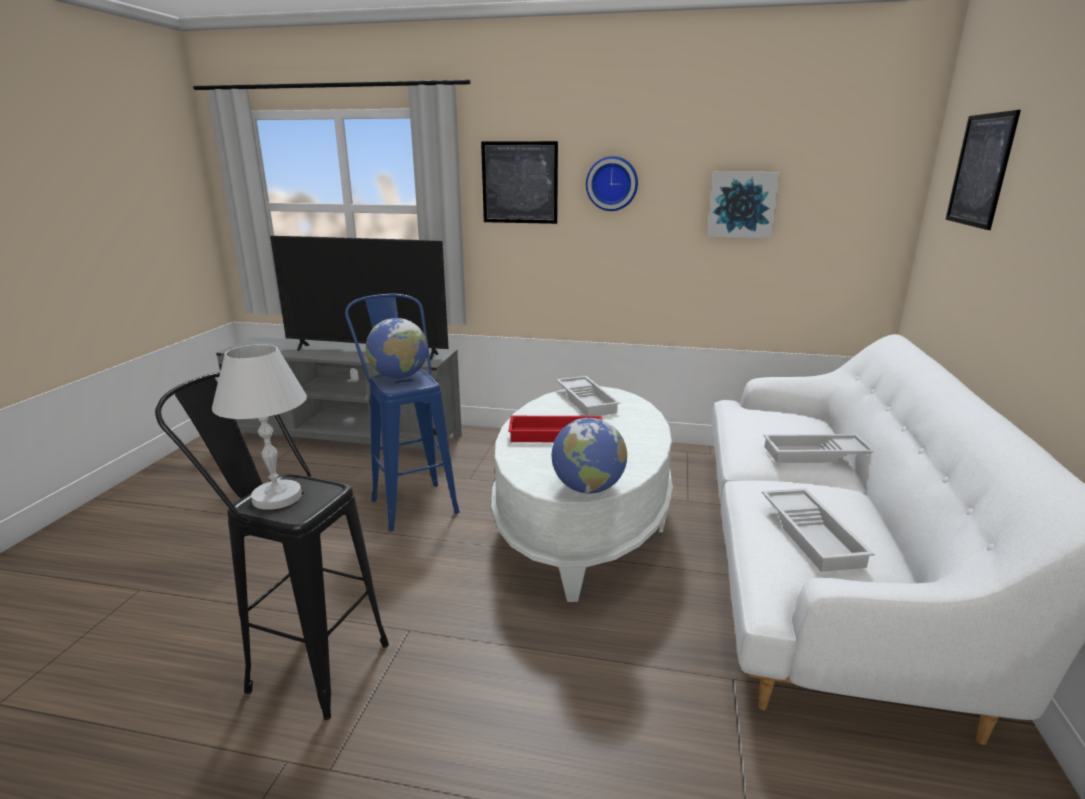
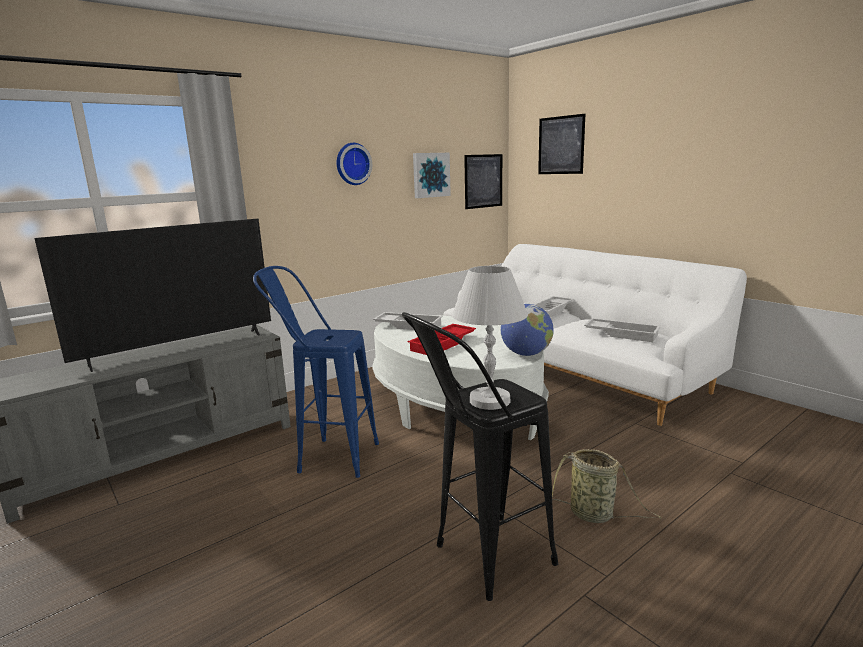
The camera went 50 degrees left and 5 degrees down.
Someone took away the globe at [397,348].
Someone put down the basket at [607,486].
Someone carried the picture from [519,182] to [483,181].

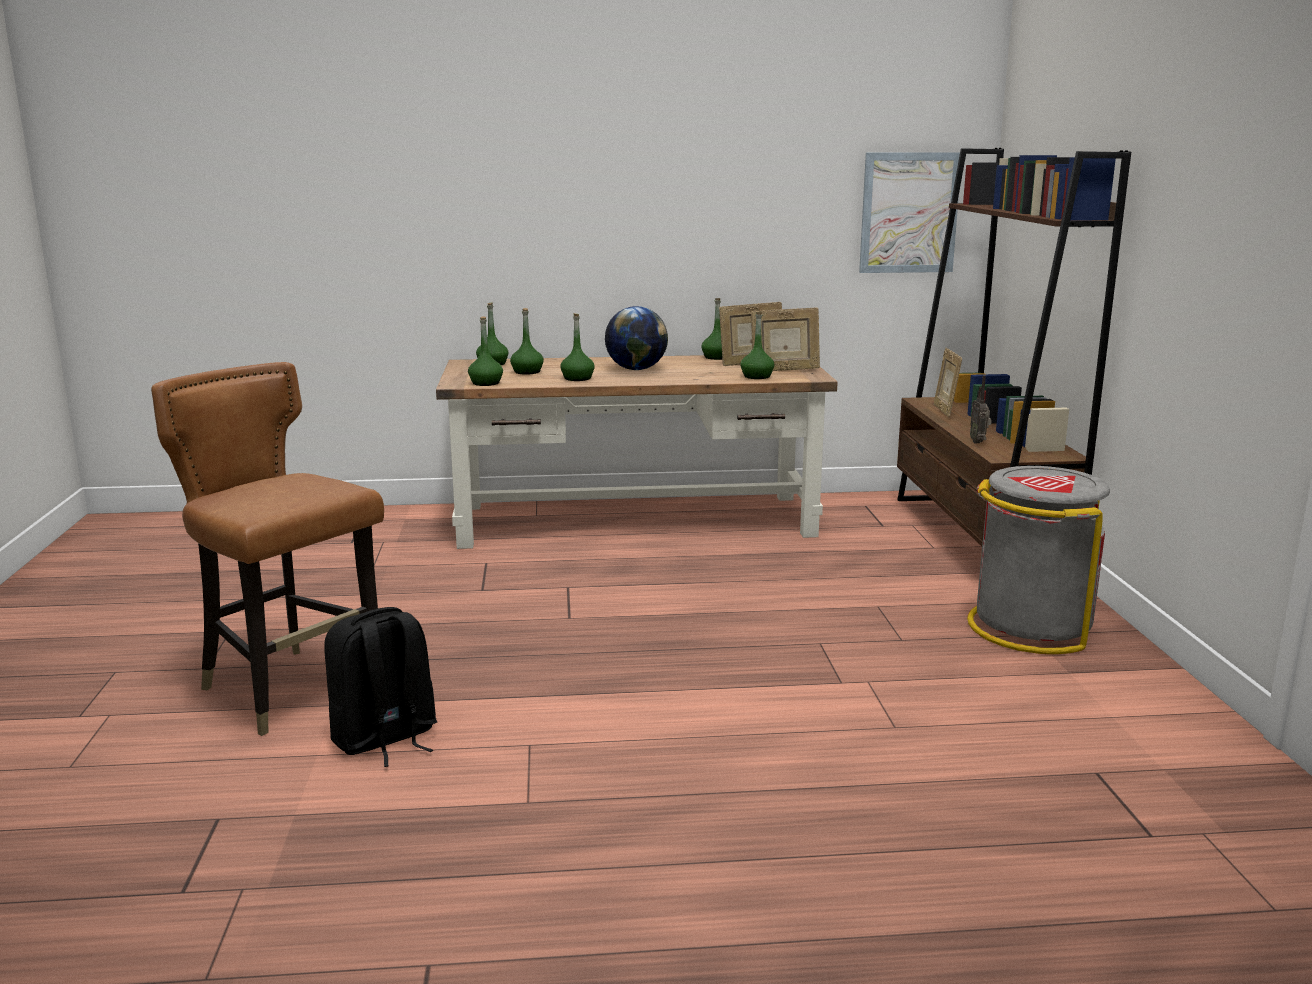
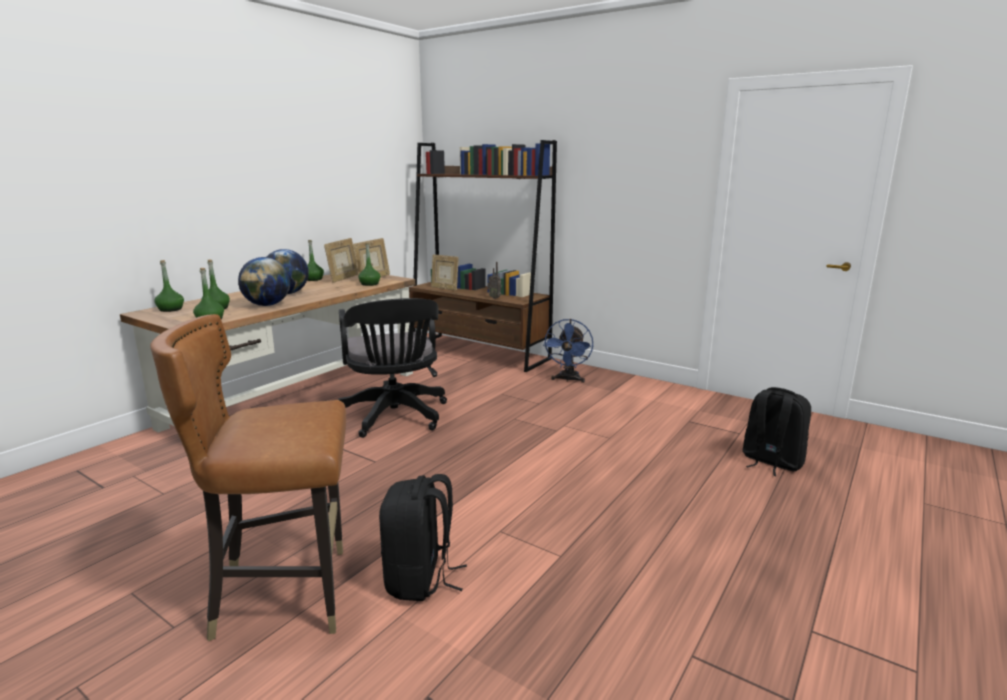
The camera went 50 degrees left and 0 degrees up.
Someone took away the picture at [909,212].
Someone put down the black office chair at [392,368].
Someone put down the black backpack at [776,431].
Someone swapped the green bottle at [577,347] for the globe at [264,281].
Someone swapped the grey trash can at [1038,560] for the blue fan at [568,351].

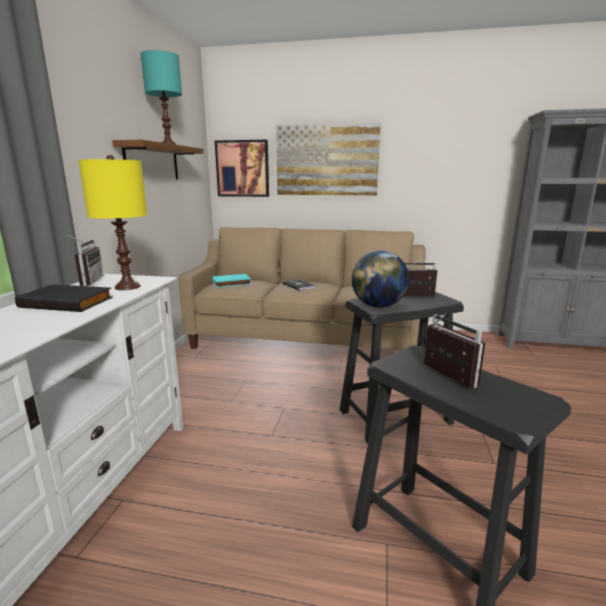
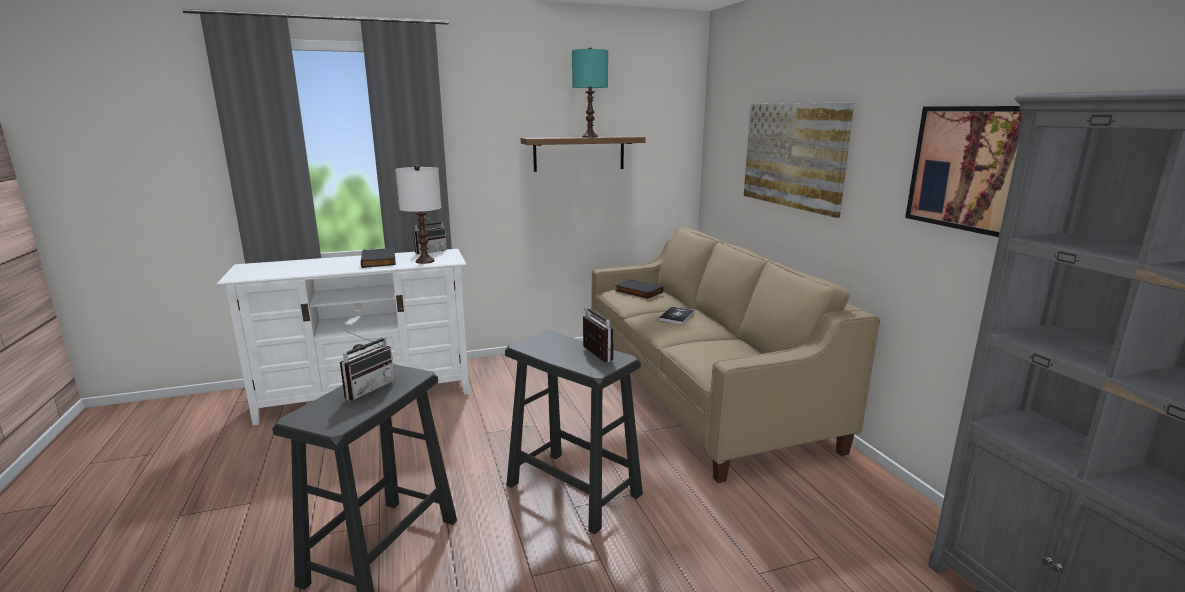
The camera went 60 degrees right and 0 degrees up.
Someone took away the globe at [380,279].
Someone carried the picture from [242,168] to [964,171].
Someone repainted the yellow table lamp at [112,222], which became the white table lamp at [418,214].
Someone repainted the turquoise book at [232,280], which became the black book at [639,289].

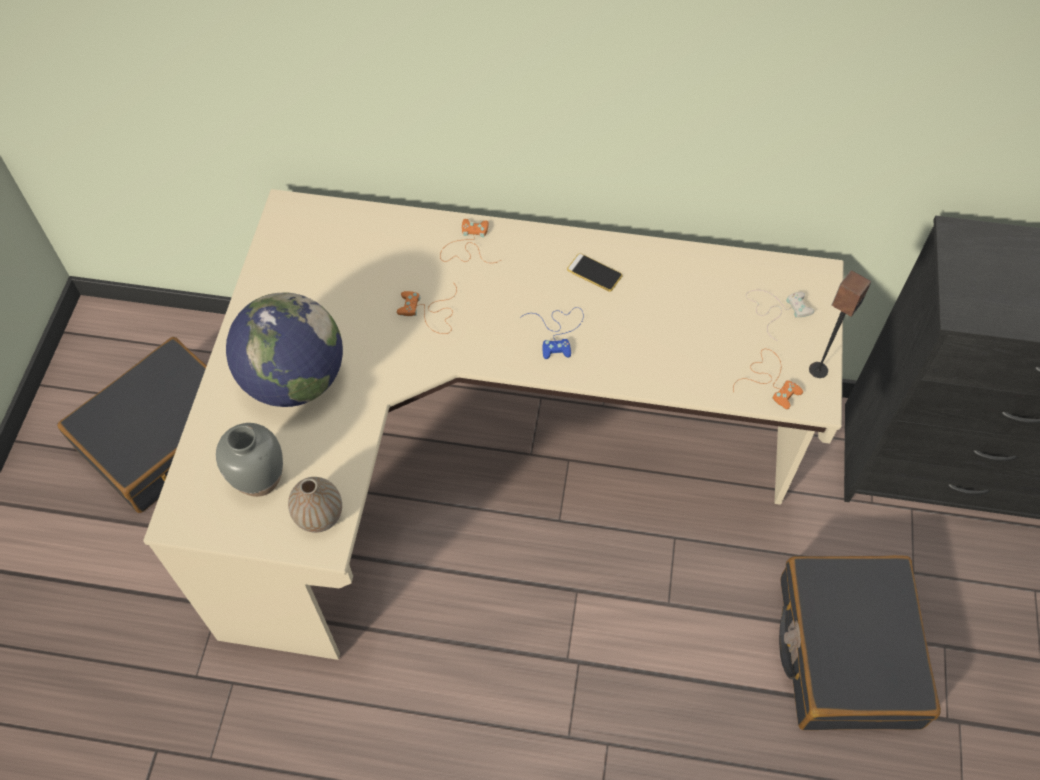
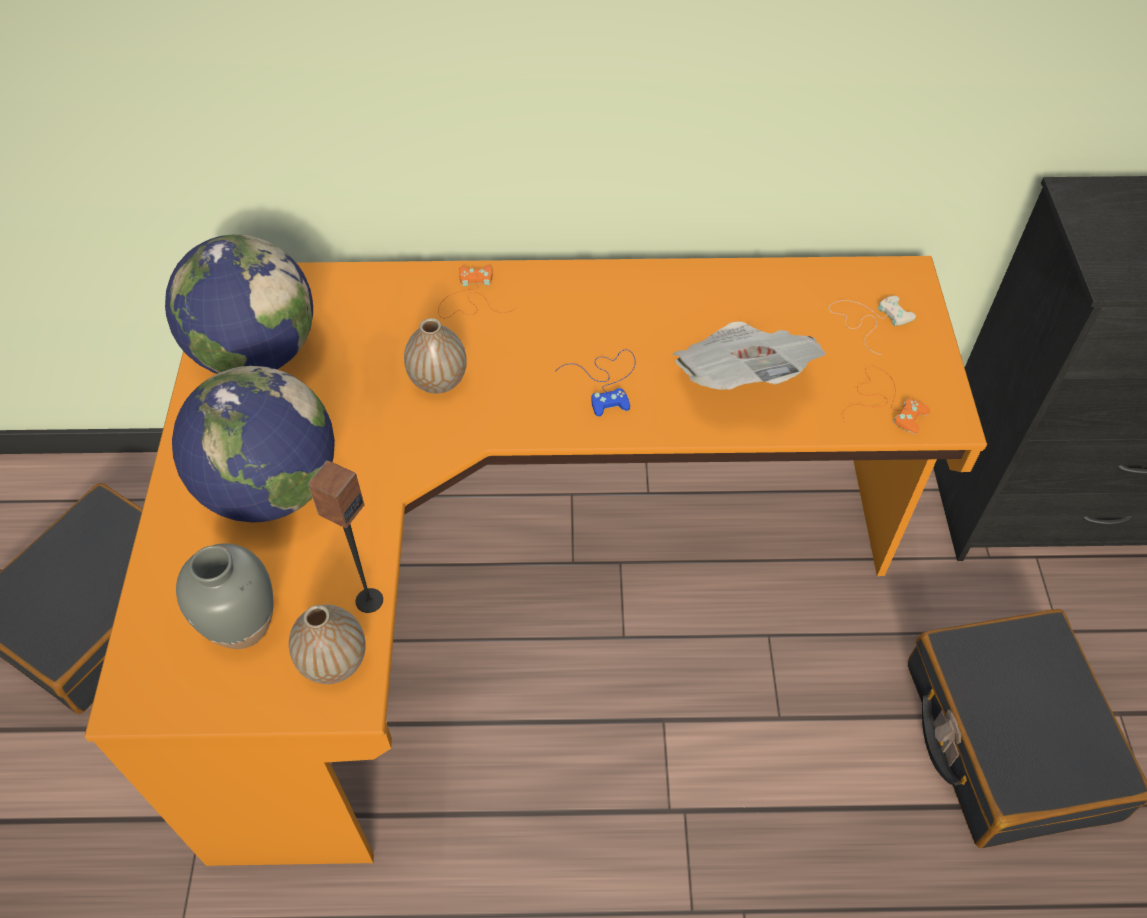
The camera went 10 degrees left and 5 degrees down.
Someone took away the phone at [594,272].
Someone put down the globe at [239,304].
Someone put down the newspaper at [749,355].
Someone carried the speaker from [840,324] to [345,536].
Someone swapped the orange game controller at [427,308] for the vase at [435,356].
Someone repainted the beige desk at [493,424], which became the orange desk at [535,561].

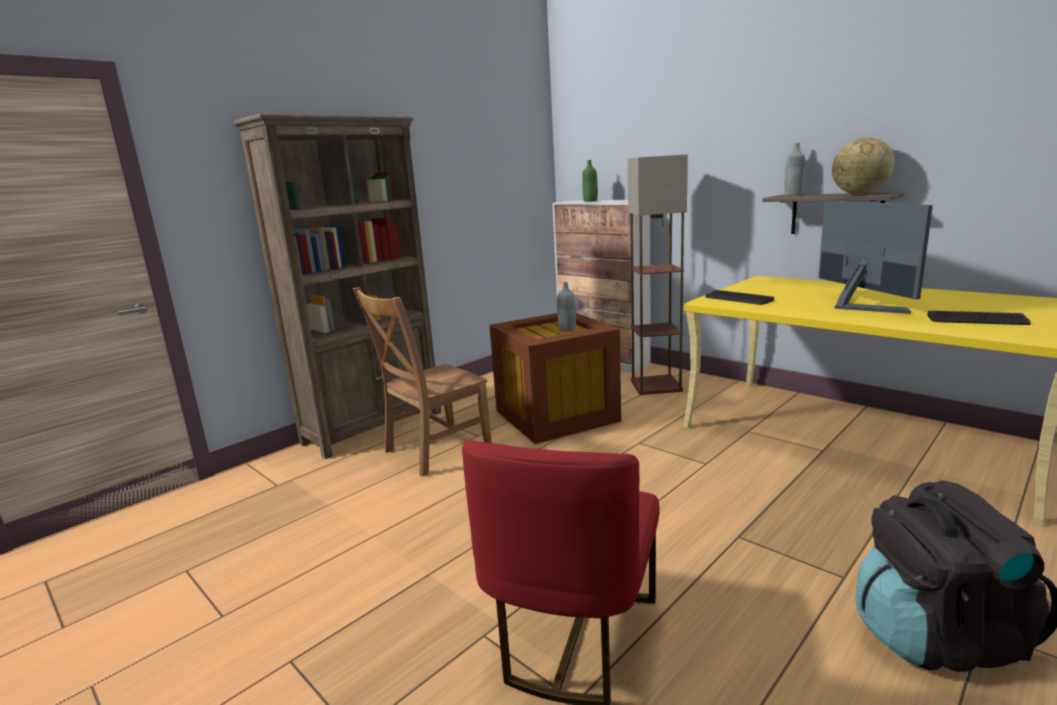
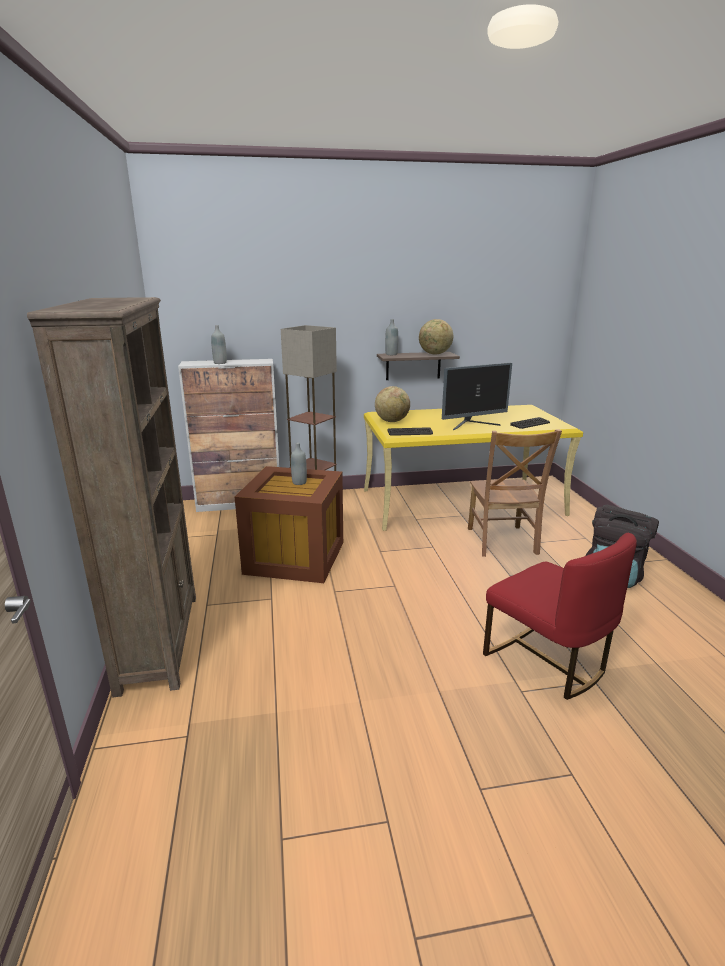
The camera went 55 degrees left and 5 degrees up.
Someone put down the globe at [392,404].
Someone carried the brown chair from [422,381] to [515,493].
Someone repainted the green bottle at [590,181], which became the grey bottle at [219,344].
Someone rotated the monitor at [875,257] by 135 degrees clockwise.

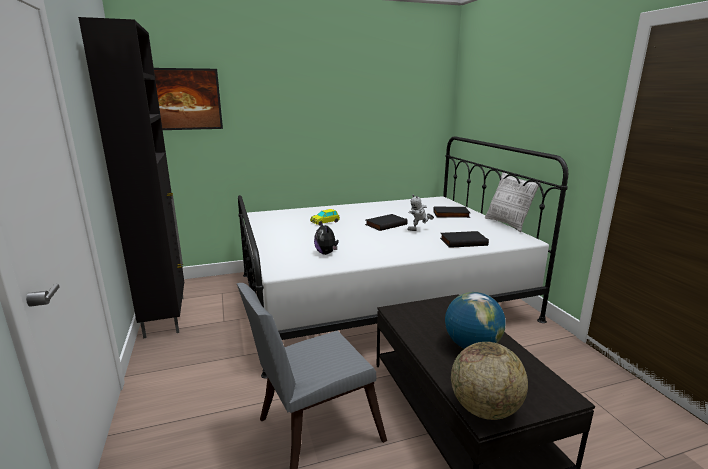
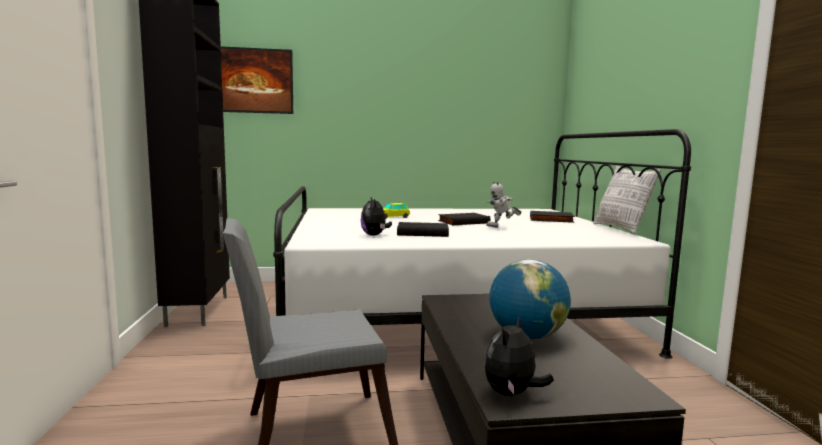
The camera went 10 degrees right and 10 degrees down.
Someone carried the black book from [464,239] to [423,229].
Someone swapped the globe at [489,381] for the plush toy at [519,355].

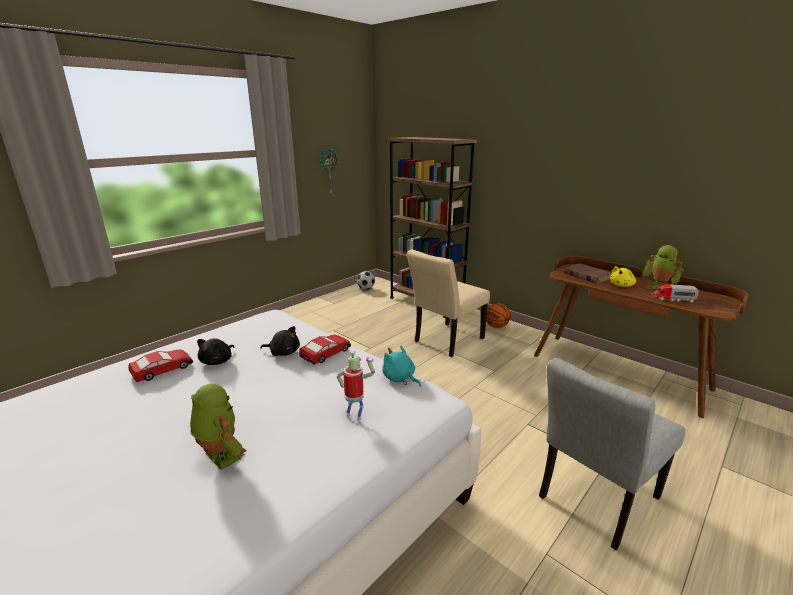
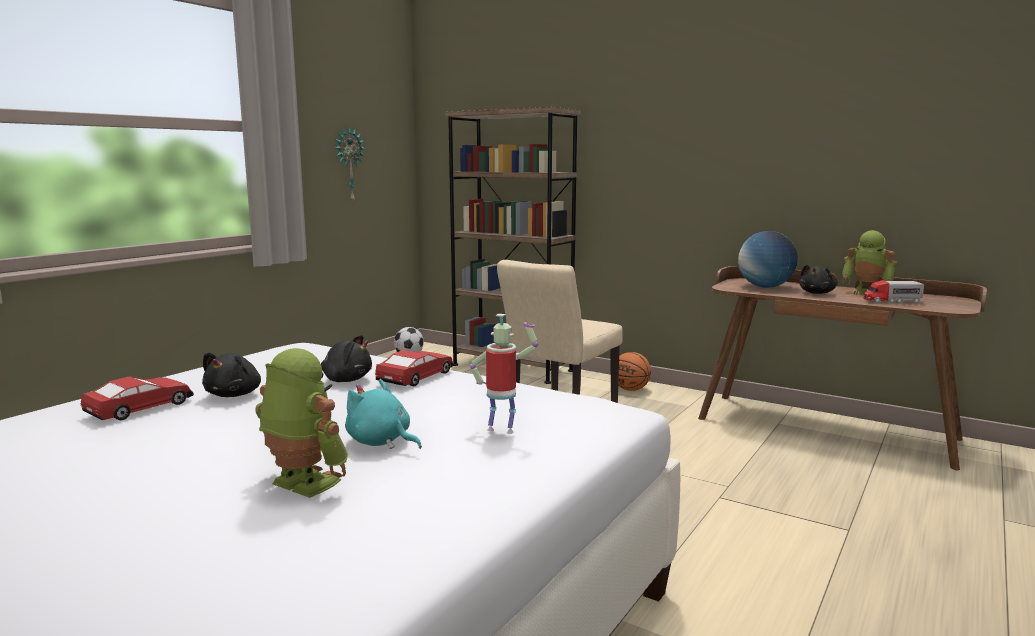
The camera went 10 degrees left and 10 degrees down.
Someone took away the grey chair at [612,454].
Someone carried the turquoise plush toy from [401,366] to [383,414].
Someone swapped the brown book at [588,273] for the globe at [768,259].
Someone repainted the yellow plush toy at [623,276], which became the black plush toy at [818,279].

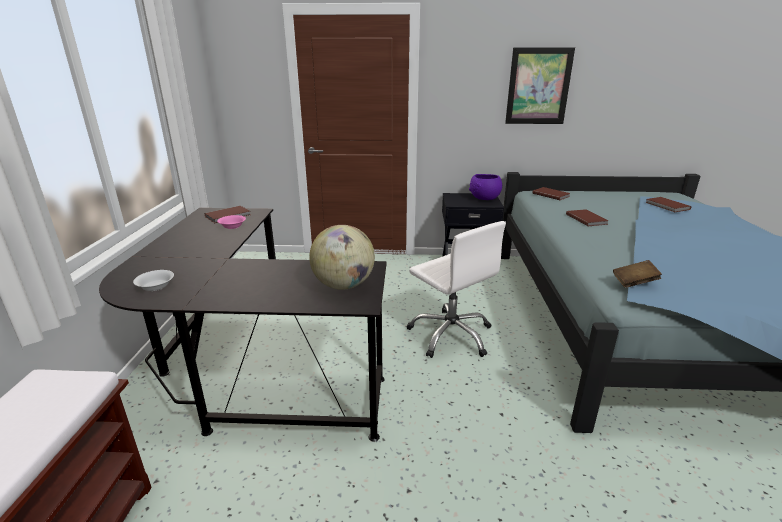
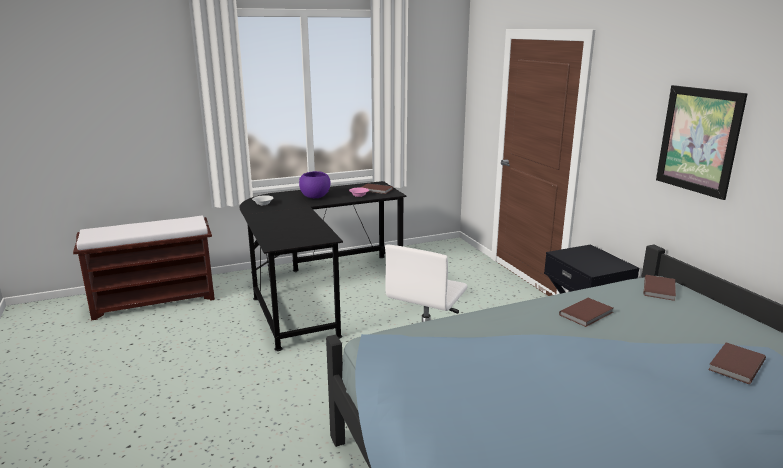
The camera went 65 degrees right and 5 degrees down.
Someone took away the globe at [342,257].
Someone took away the brown book at [637,274].
Someone carried the purple bowl from [485,187] to [314,184].

